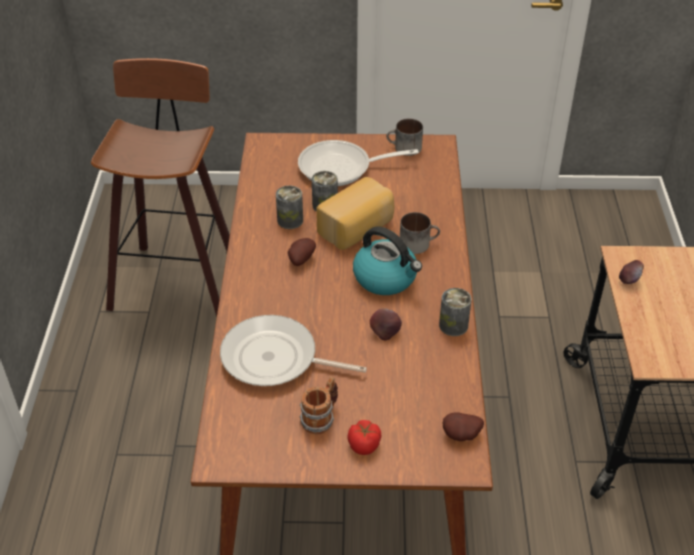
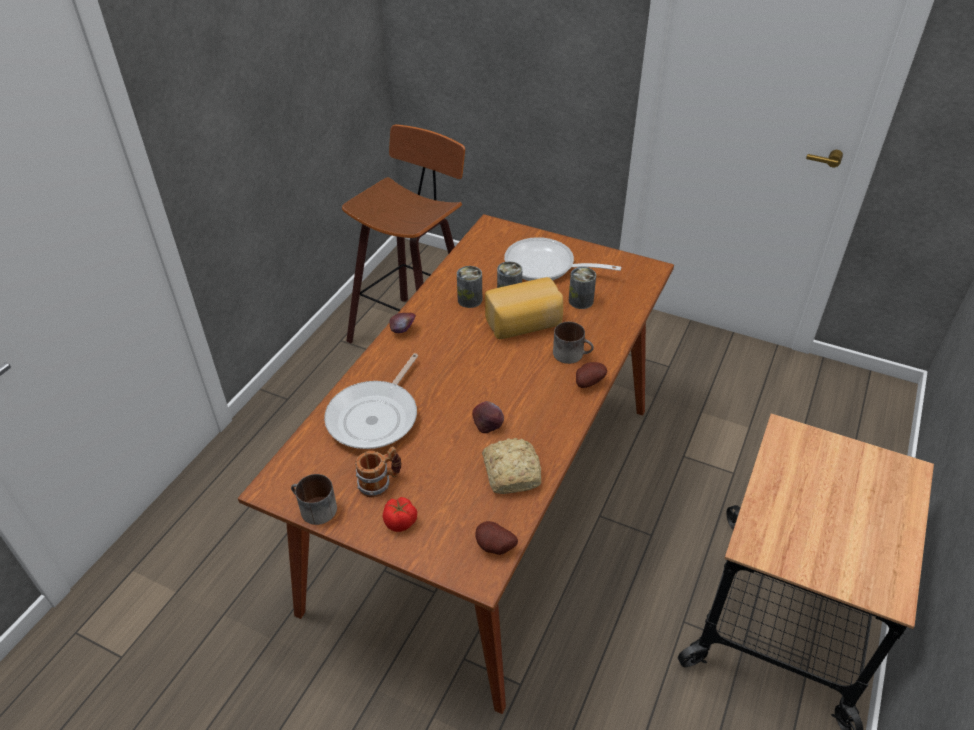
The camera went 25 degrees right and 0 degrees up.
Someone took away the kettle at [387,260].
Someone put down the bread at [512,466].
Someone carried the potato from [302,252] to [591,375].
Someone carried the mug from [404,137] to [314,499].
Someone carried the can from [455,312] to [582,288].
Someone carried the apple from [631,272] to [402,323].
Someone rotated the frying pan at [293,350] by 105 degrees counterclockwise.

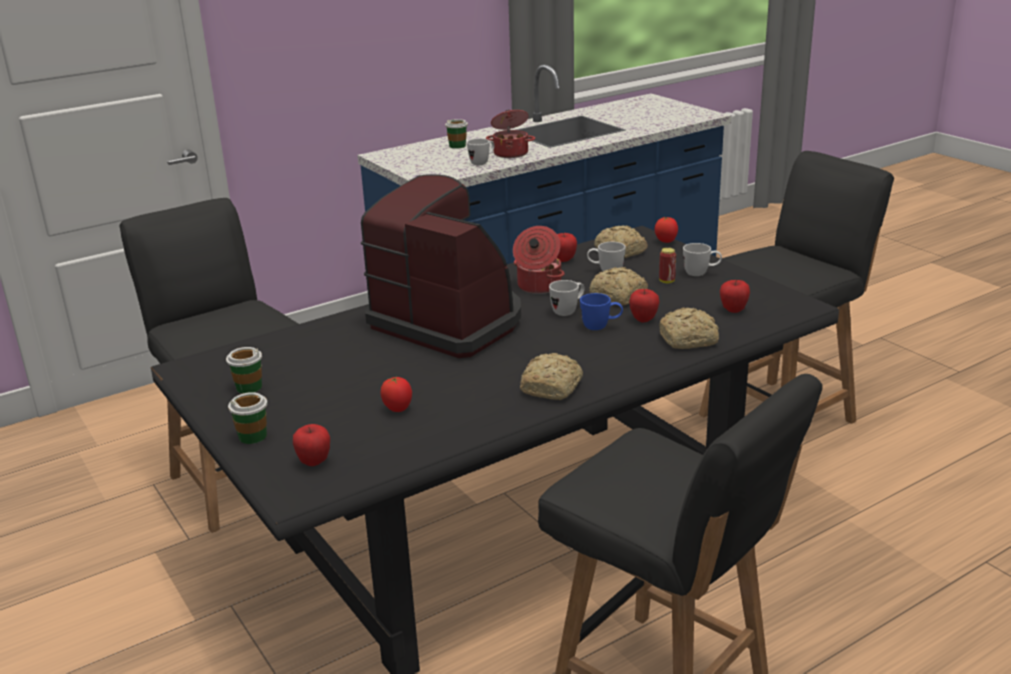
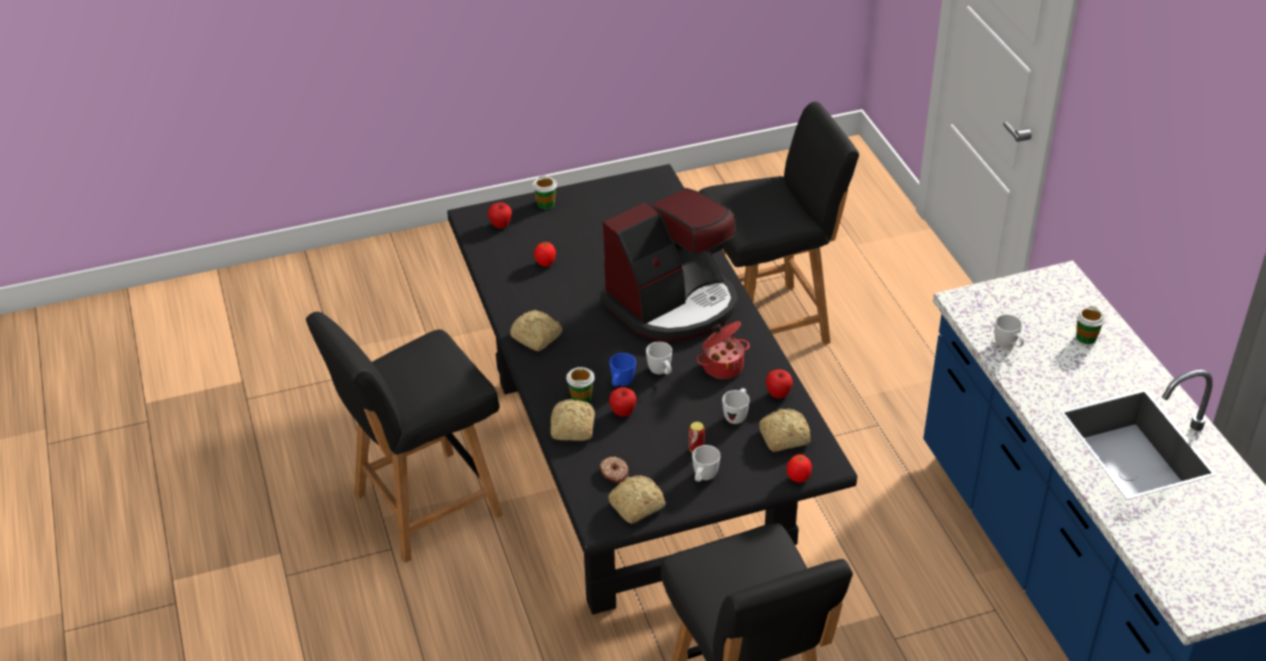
The camera went 105 degrees right and 15 degrees up.
Someone took away the cooking pot at [510,134].
Someone carried the cup from [244,370] to [580,385].
Someone carried the bread from [618,286] to [636,499].
Someone swapped the apple at [735,296] for the donut at [614,470].

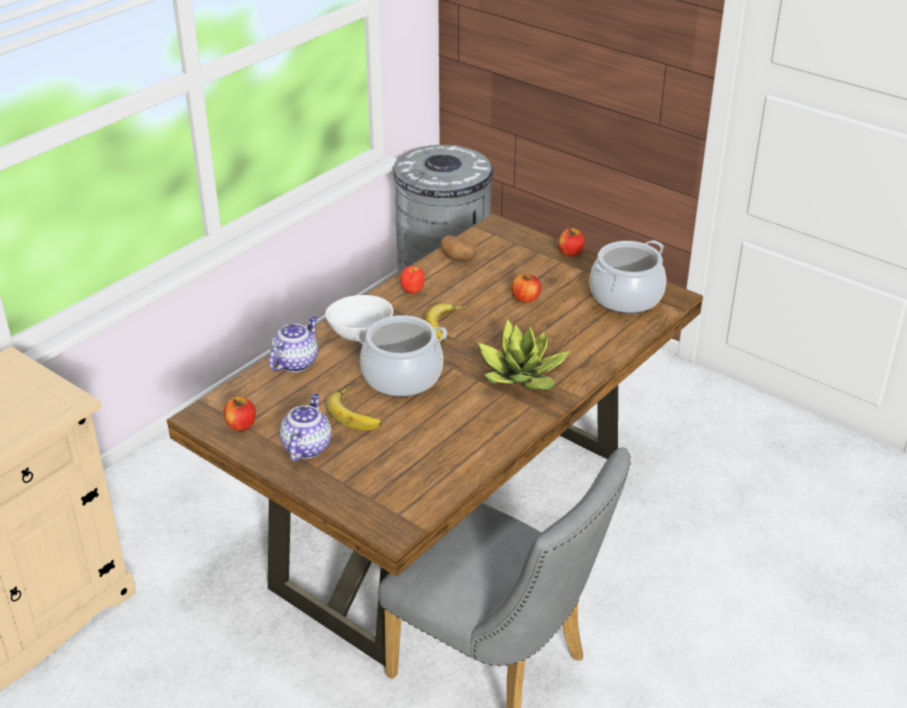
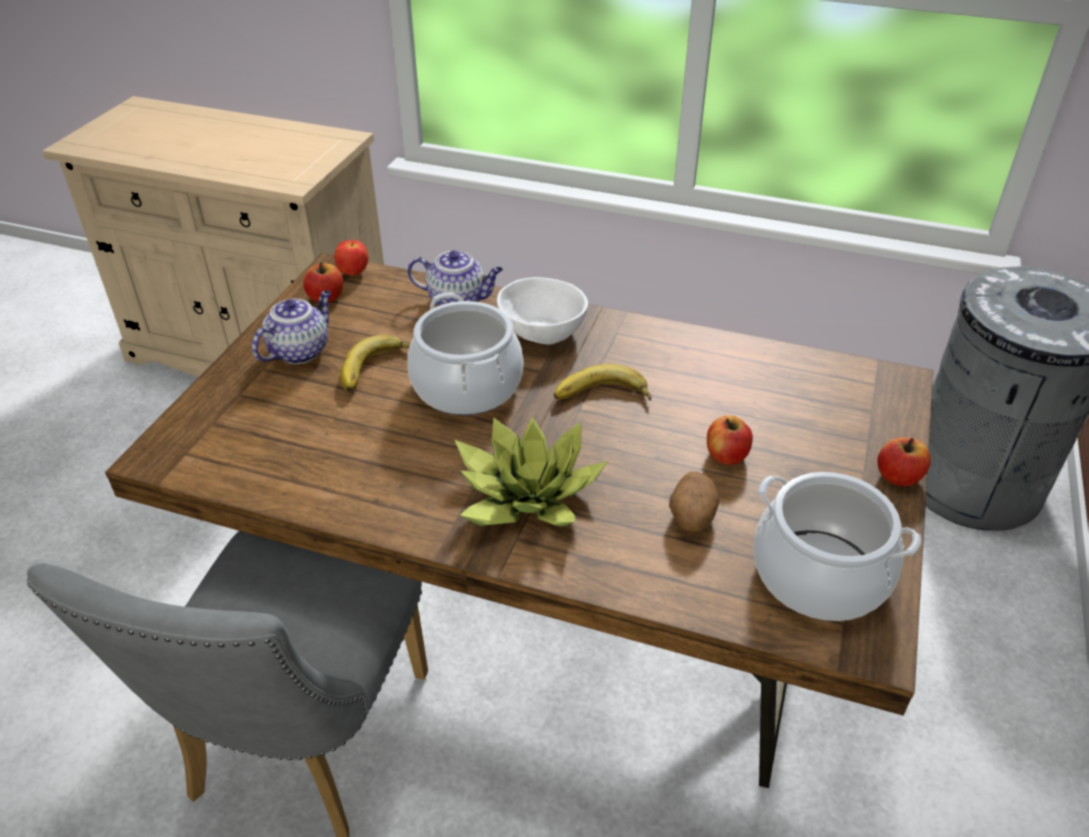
The camera went 70 degrees right and 5 degrees up.
Someone carried the apple from [412,280] to [351,258].
Someone carried the potato from [458,248] to [694,502].
Someone rotated the teapot at [305,427] by 45 degrees counterclockwise.

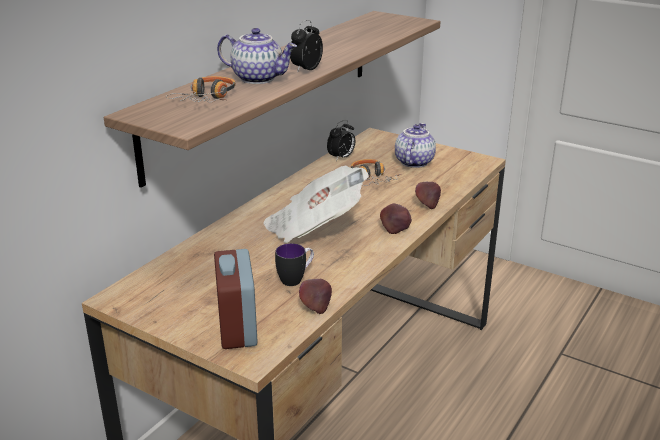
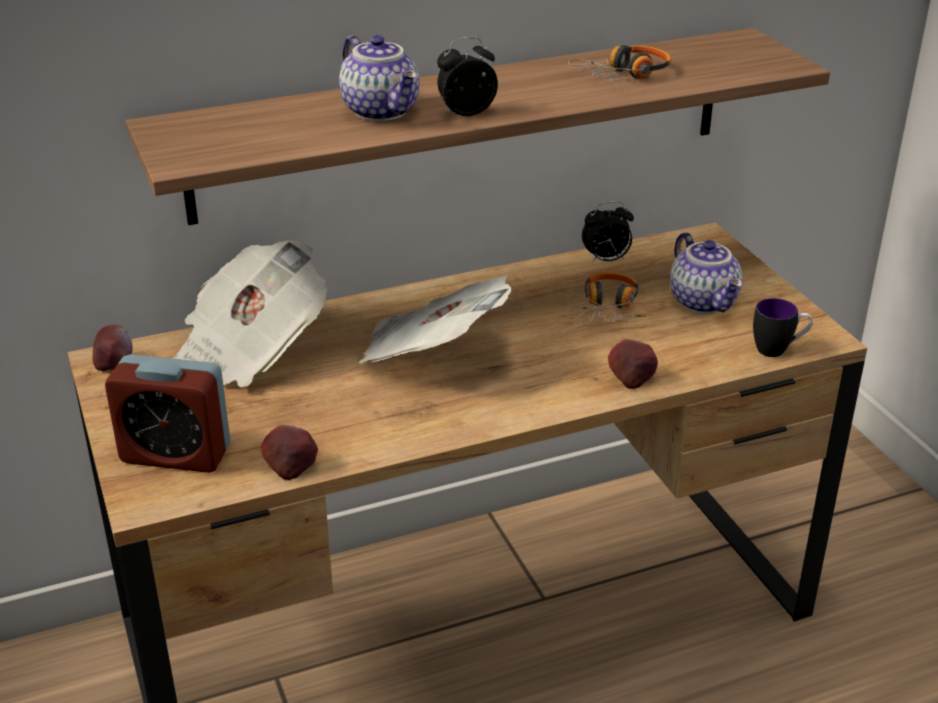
The camera went 35 degrees right and 5 degrees up.
Someone put down the newspaper at [250,313].
Someone carried the headphones from [201,89] to [619,63].
Someone carried the mug from [294,264] to [783,327].
Someone carried the apple from [396,218] to [112,348].
Someone rotated the alarm clock at [236,299] by 105 degrees counterclockwise.
Someone rotated the teapot at [415,145] by 105 degrees clockwise.

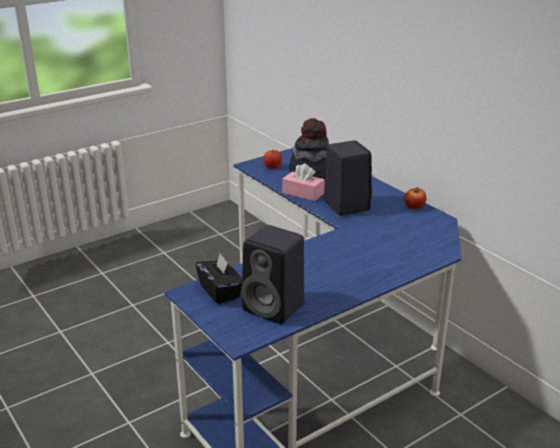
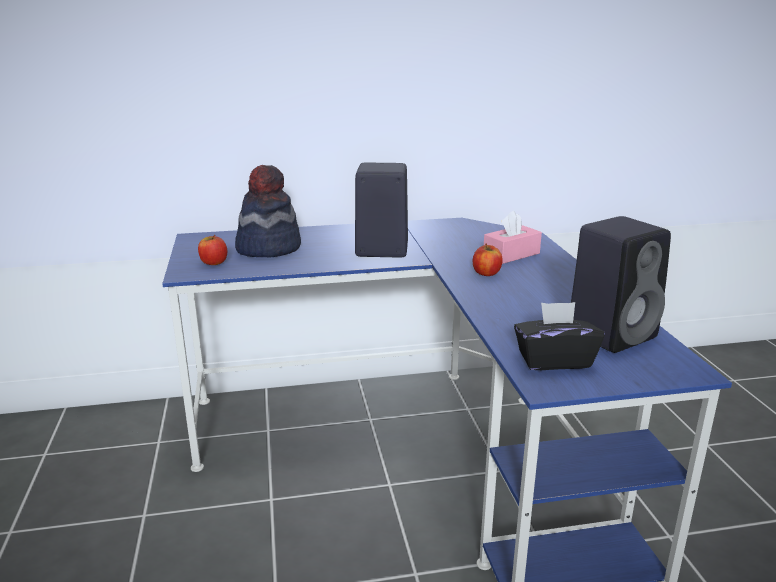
The camera went 65 degrees left and 5 degrees down.
Someone carried the pink tissue box from [303,182] to [513,237].
Someone carried the apple from [415,198] to [488,260].

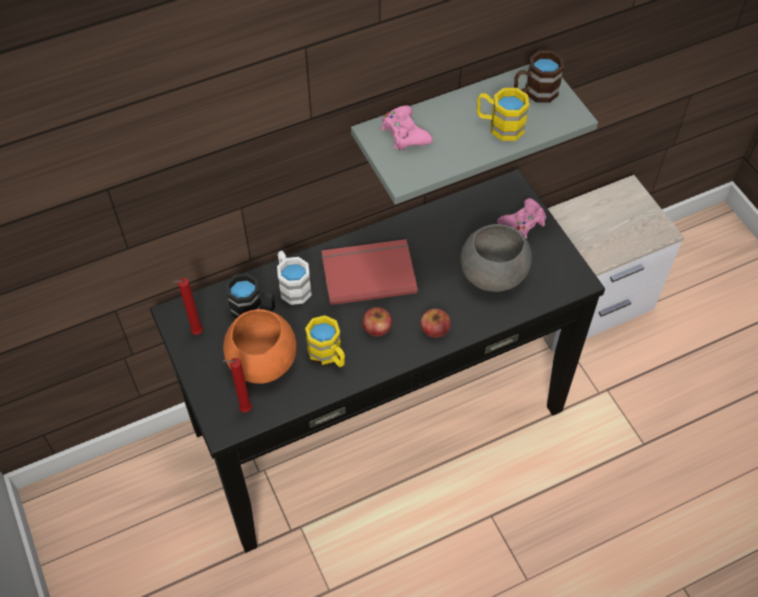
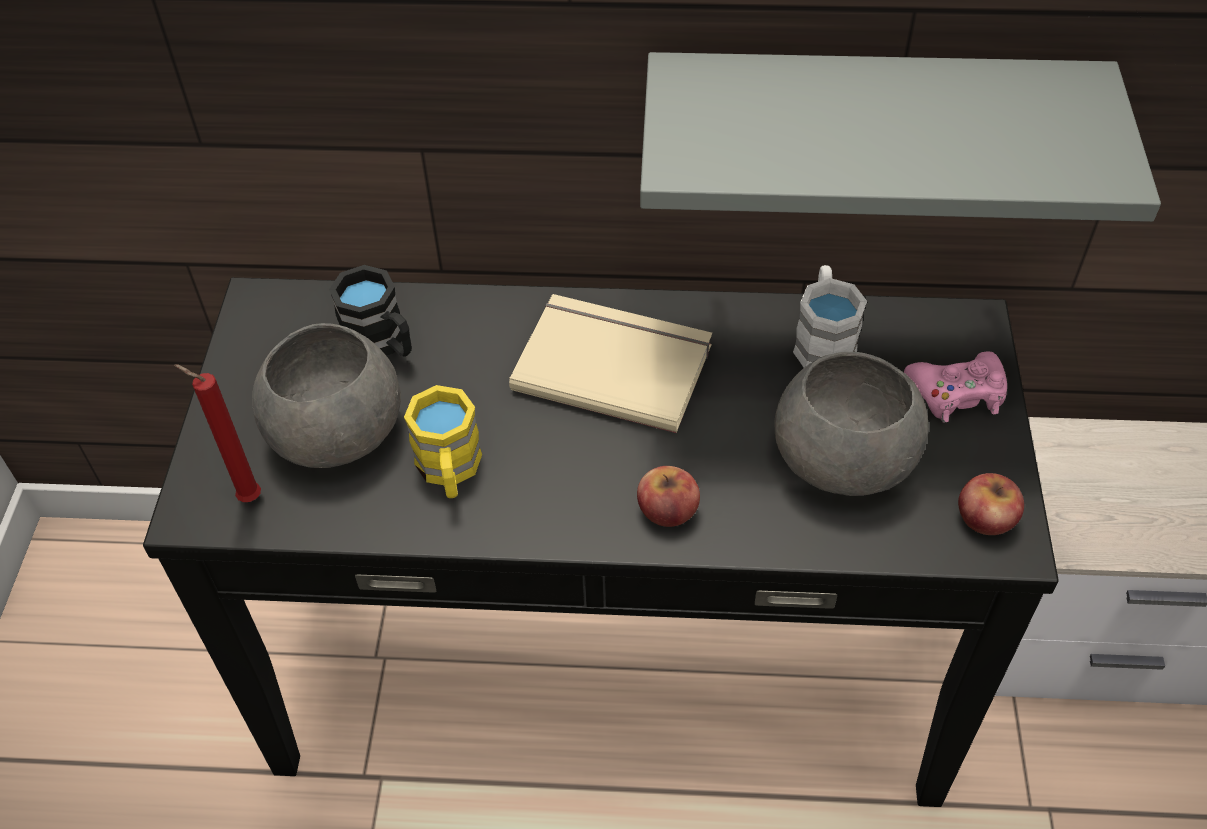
The camera went 30 degrees right and 5 degrees down.
Someone took away the red candle at [188,306].
Someone took away the pink game controller at [407,127].
Someone took away the yellow mug at [503,114].
Someone took away the brown mug at [539,76].
Someone carried the white mug from [294,278] to [830,316].
Someone carried the apple from [377,322] to [991,504].
Someone repainted the orange bowl at [260,346], which became the grey bowl at [326,395].
Someone repainted the red book at [369,272], which became the beige book at [610,363].

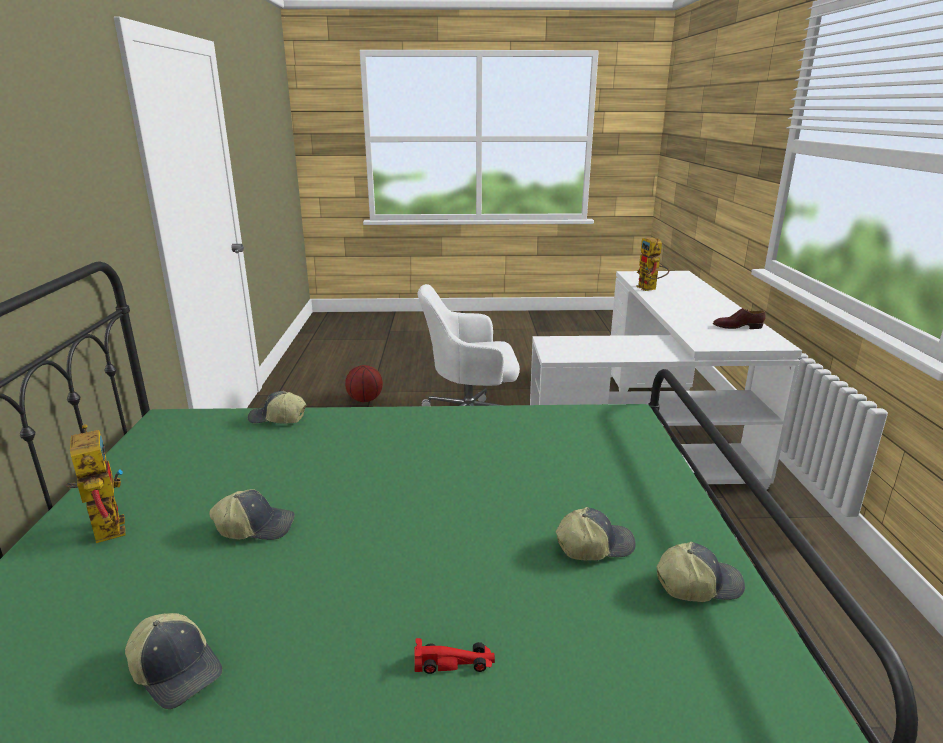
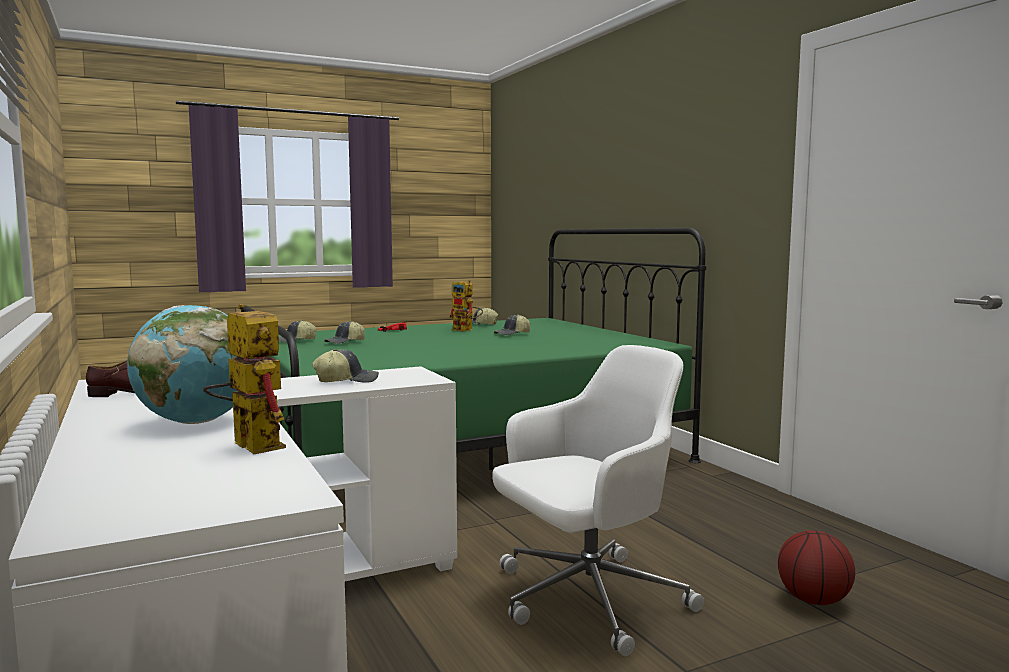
The camera went 155 degrees right and 15 degrees down.
Someone put down the globe at [182,364].
Someone carried the toy robot from [96,483] to [466,306].
Someone carried the cap from [277,407] to [345,366].

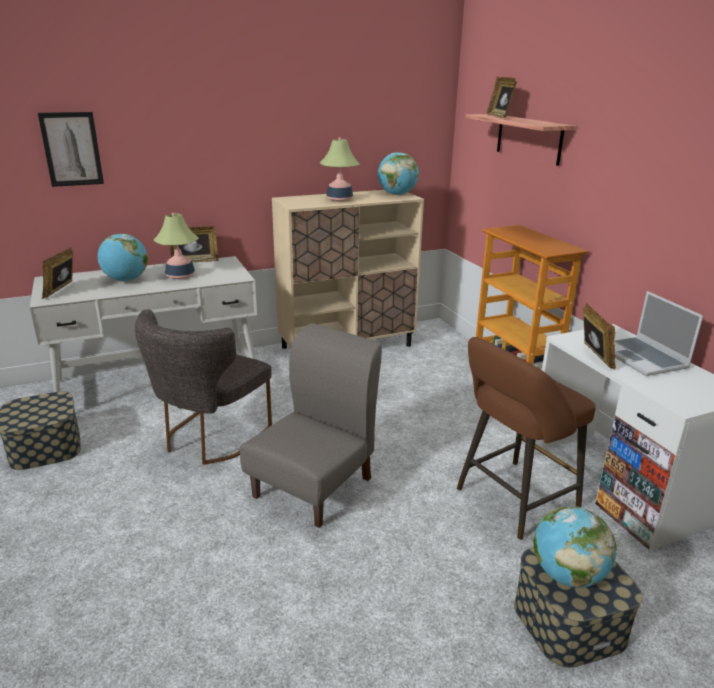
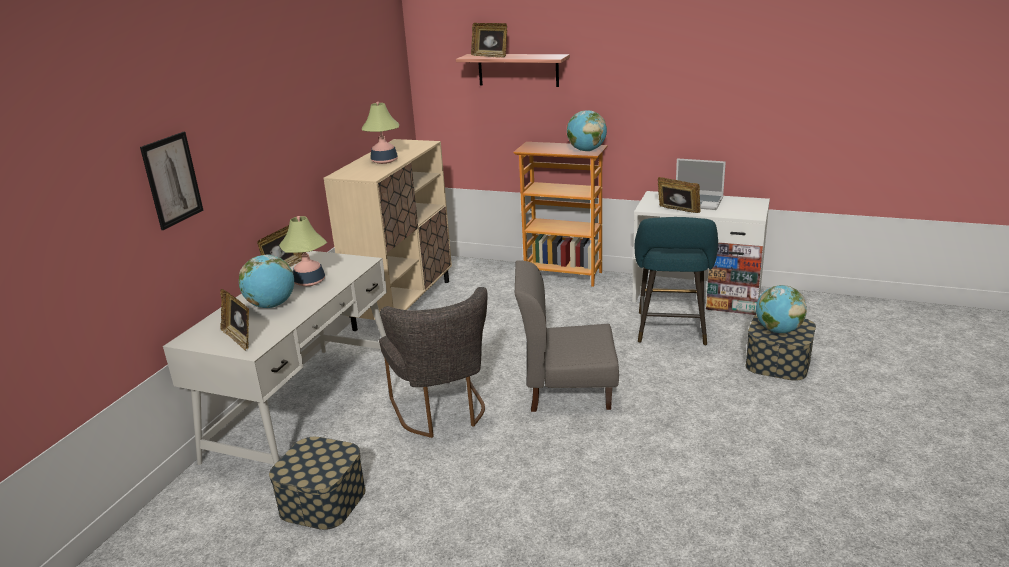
The camera went 45 degrees left and 0 degrees up.
Someone carried the globe from [398,173] to [587,130].
Someone repainted the brown stool at [526,438], which became the turquoise stool at [676,281].
Someone rotated the grey chair at [311,425] by 75 degrees counterclockwise.

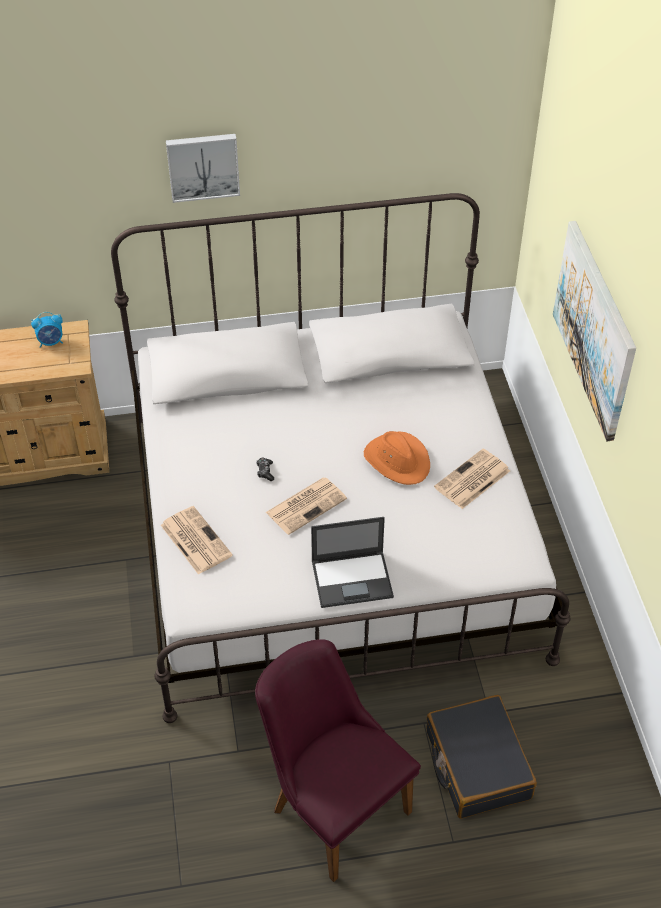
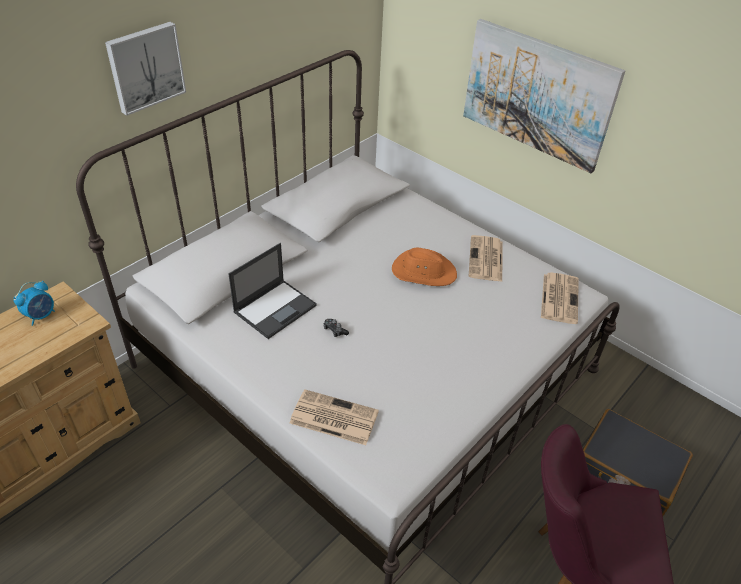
The camera went 40 degrees left and 5 degrees down.
Someone carried the newspaper from [306,506] to [560,298].
Someone carried the laptop from [352,562] to [272,291].

